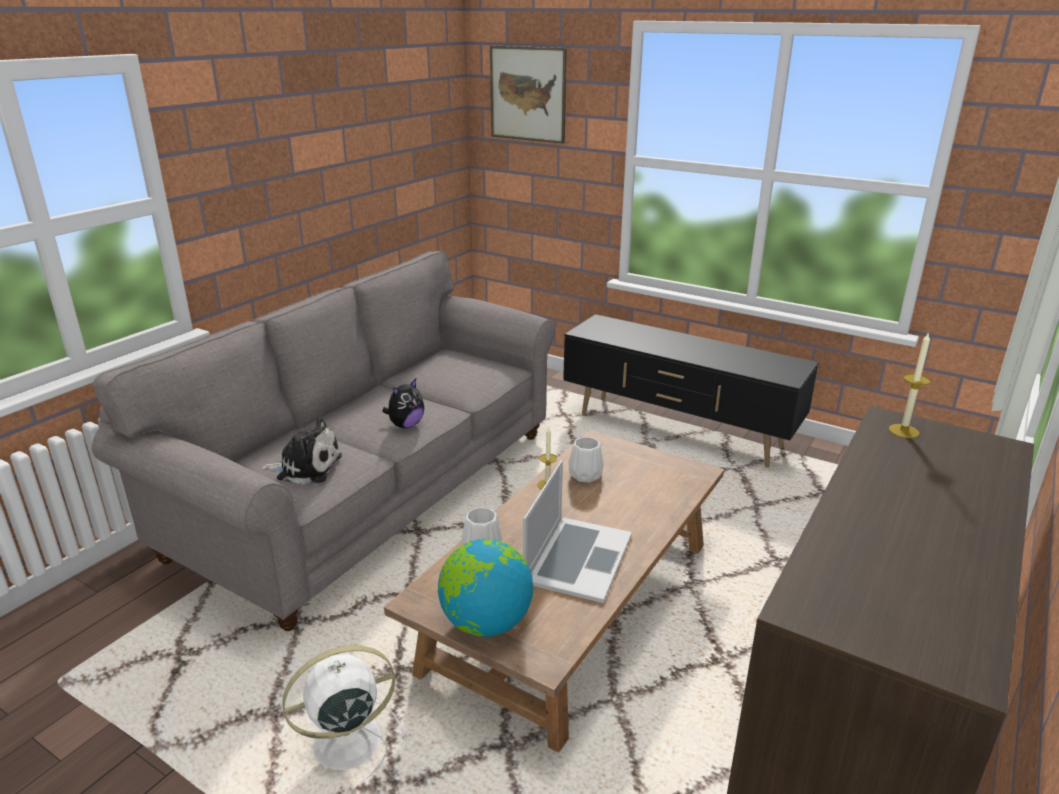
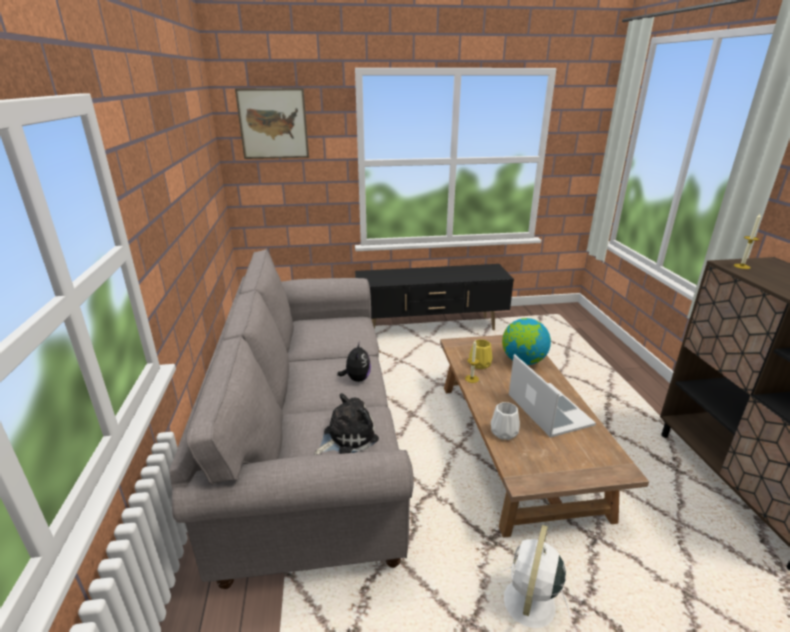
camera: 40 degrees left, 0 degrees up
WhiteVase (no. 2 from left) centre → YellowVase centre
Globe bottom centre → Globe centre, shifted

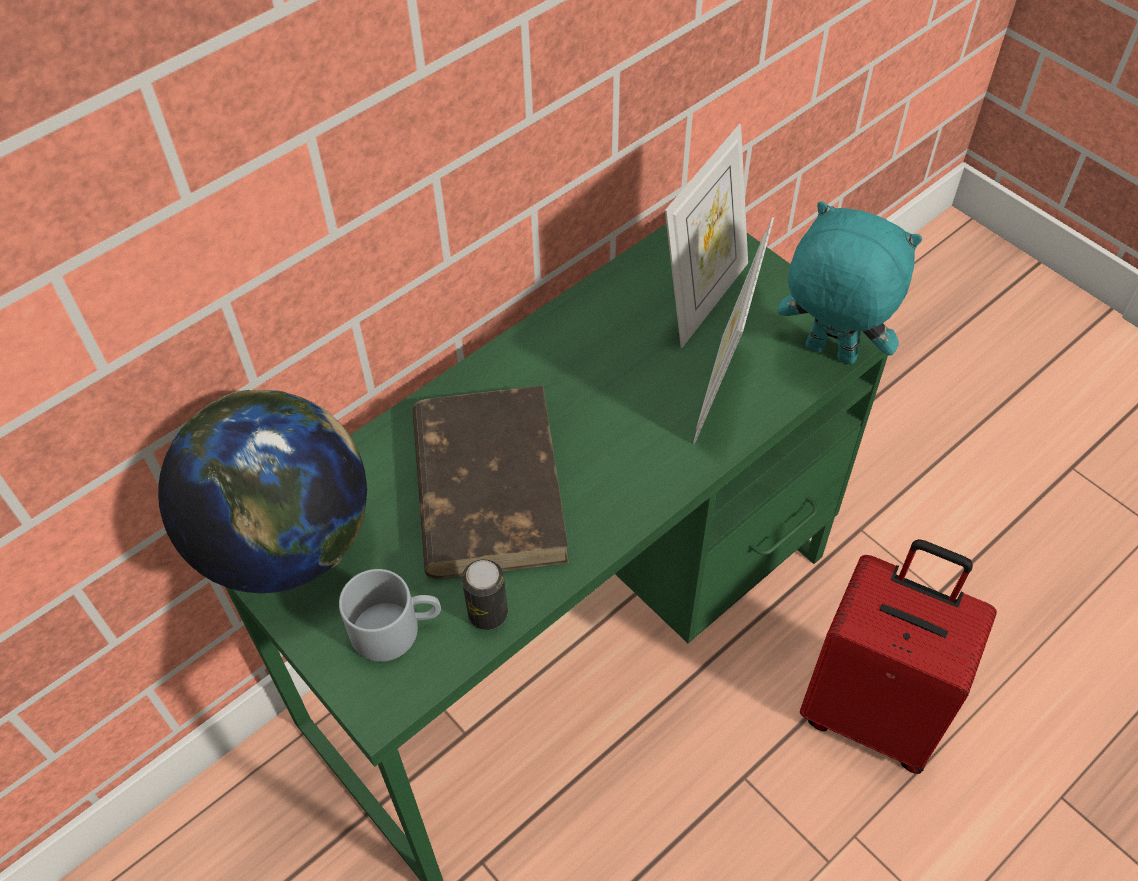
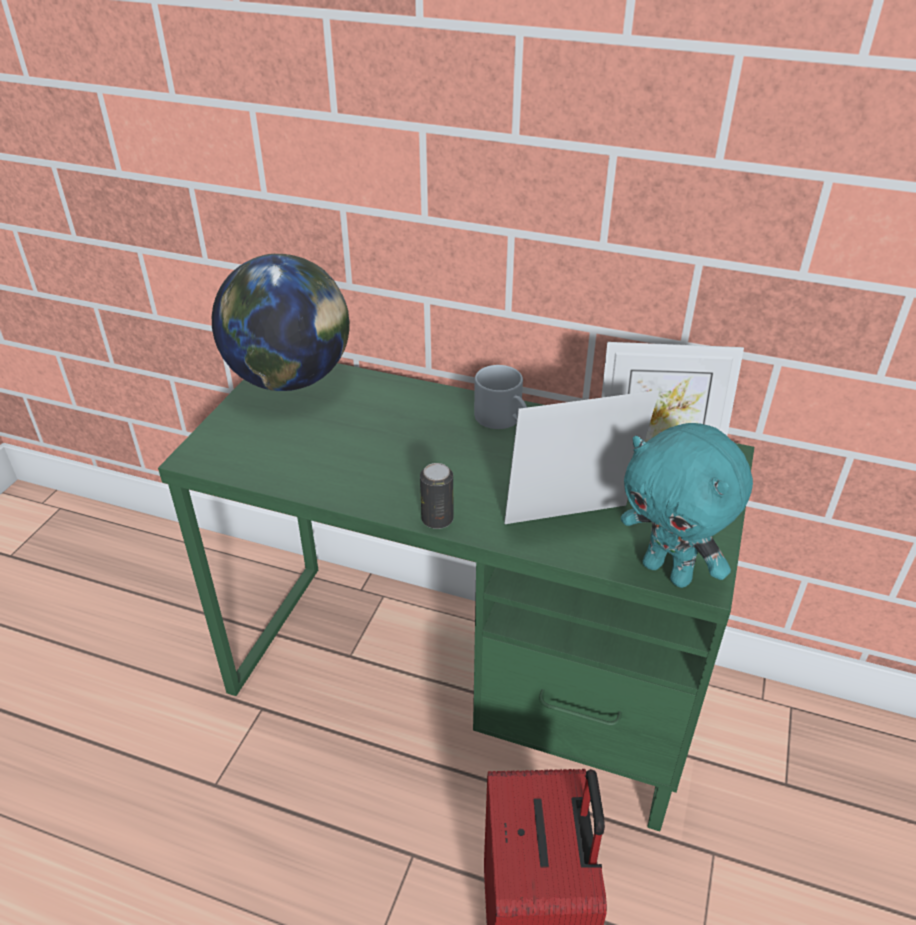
camera: 60 degrees right, 15 degrees down
TurquoisePlushToy top right → TurquoisePlushToy middle right, 135 degrees clockwise
BrownBook centre → -
Can bottom centre → Can centre, shifted
GreyMug bottom centre → GreyMug centre, shifted

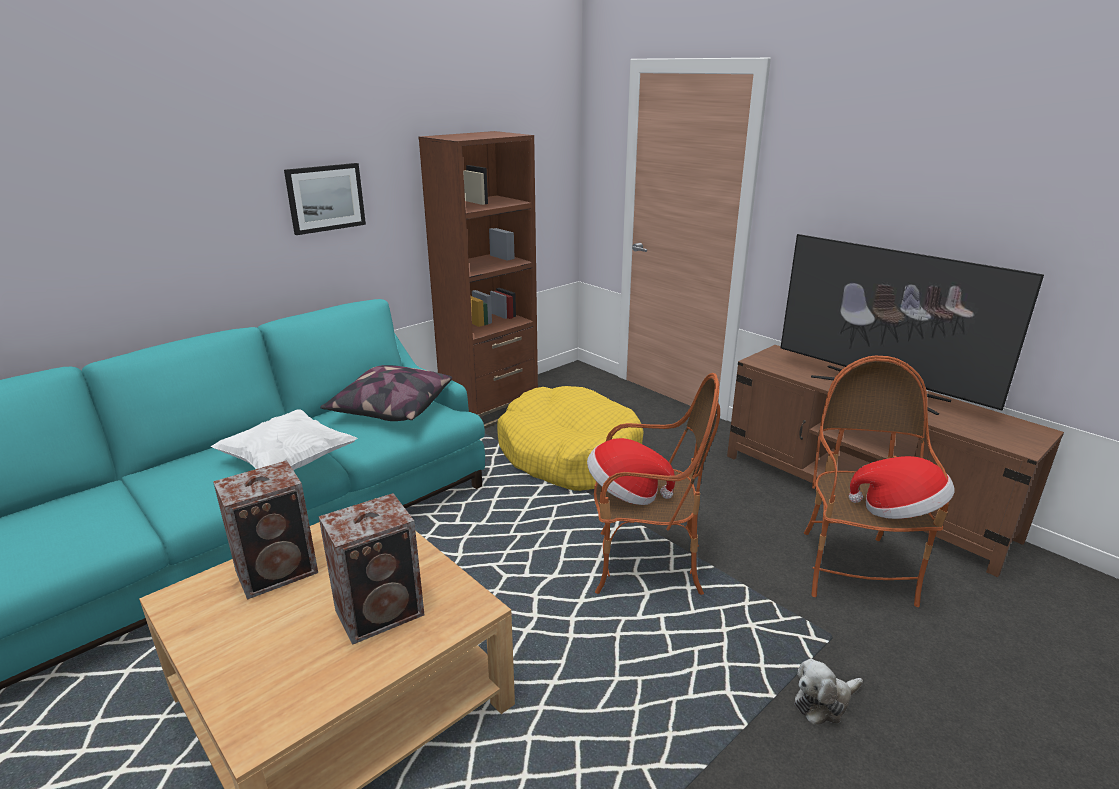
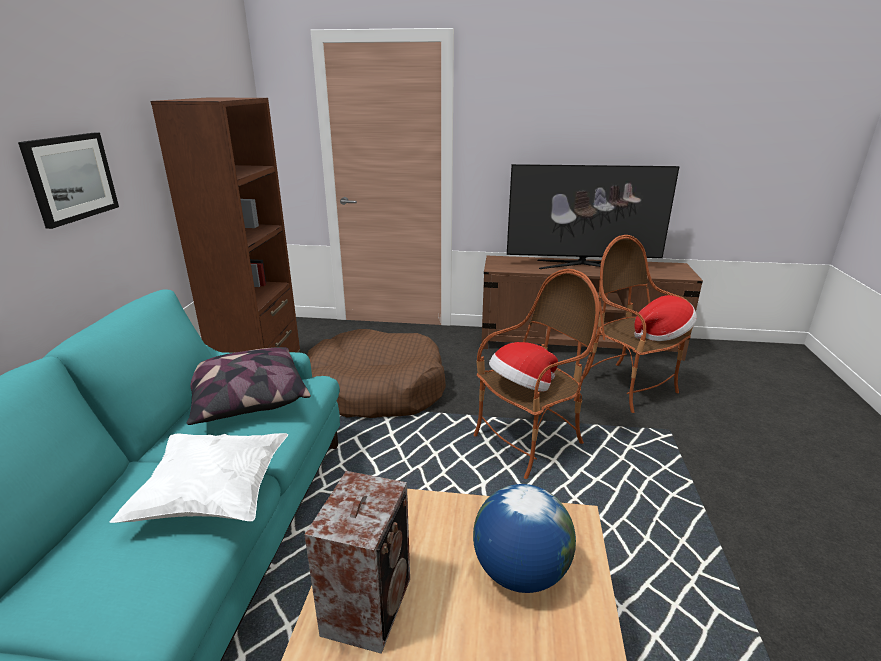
camera: 40 degrees left, 0 degrees up
YellowDogBed centre → BrownDogBed centre
Speaker (no. 2 from left) bottom left → Globe bottom centre
PlushToy bottom right → -

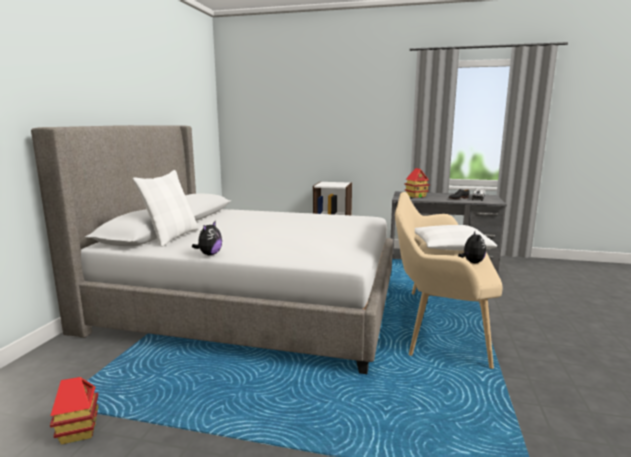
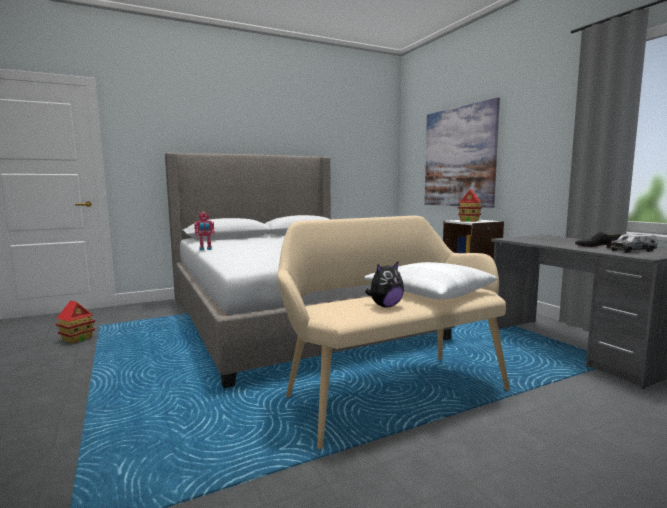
camera: 50 degrees right, 5 degrees down
ToyHouse (no. 2 from left) centre → ToyHouse (no. 2 from left) middle right, shifted
WhitePillow (no. 1 from left) middle left → -
PlushToy (no. 1 from left) middle left → ToyRobot middle left
- → Picture top right

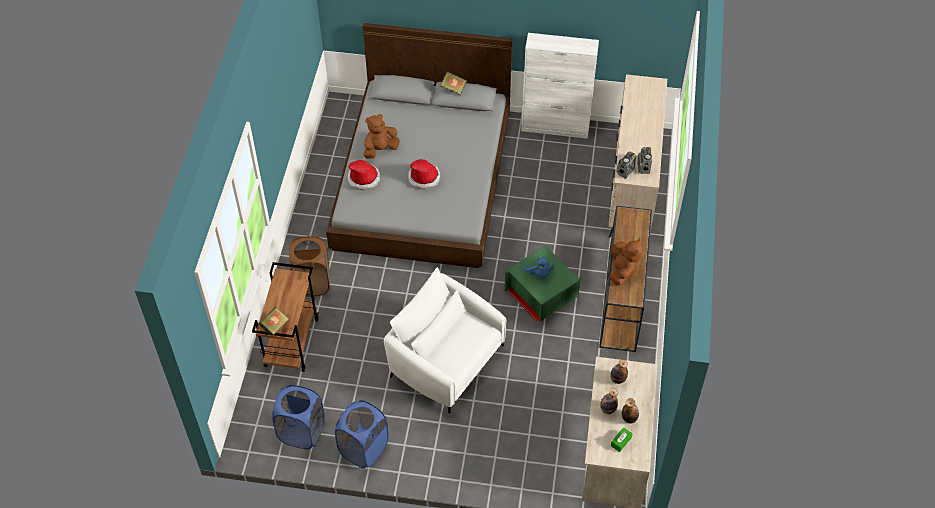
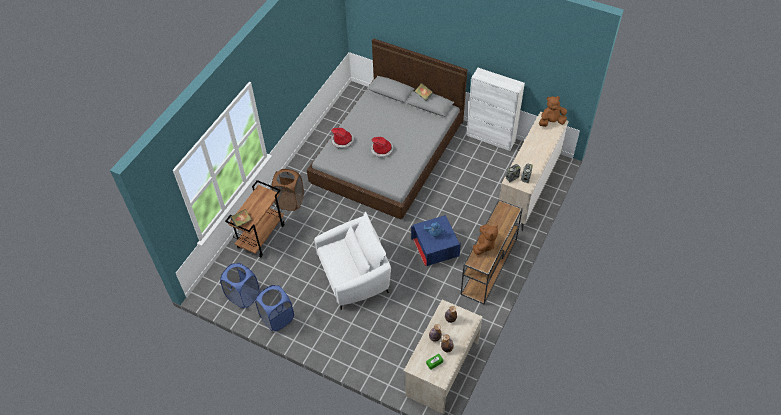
camera: 20 degrees right, 0 degrees up
BrownPlushToy (no. 1 from left in the first image) top centre → BrownPlushToy (no. 2 from left) top right, shifted
GreenStorageBox centre → BlueStorageBox centre
WhiteArmchair bottom centre → WhiteArmchair centre, 105 degrees clockwise

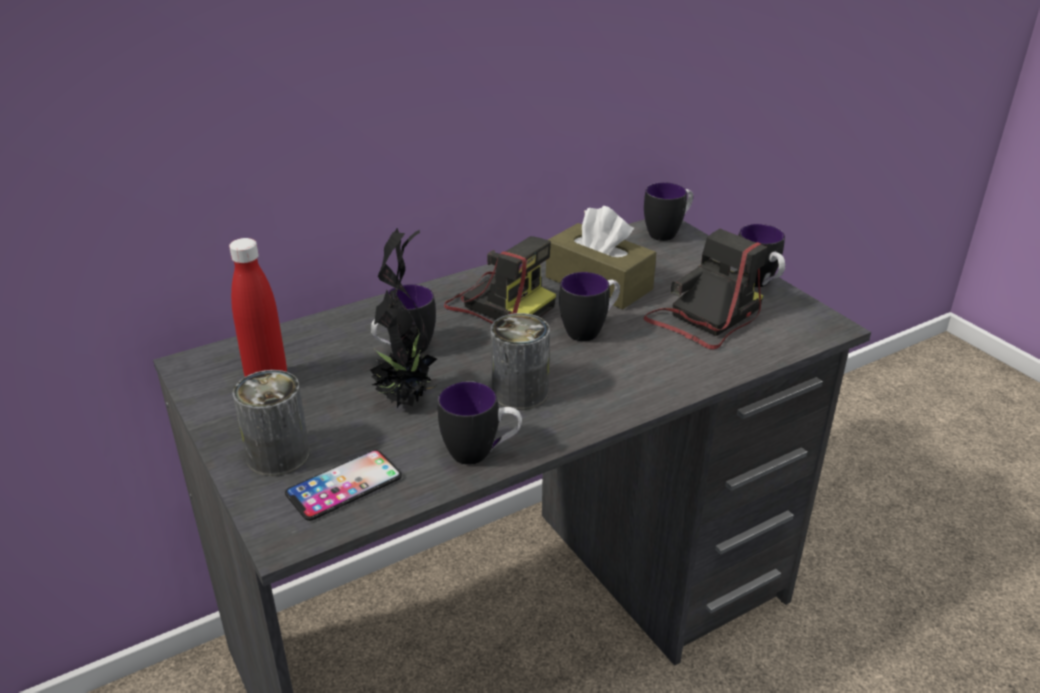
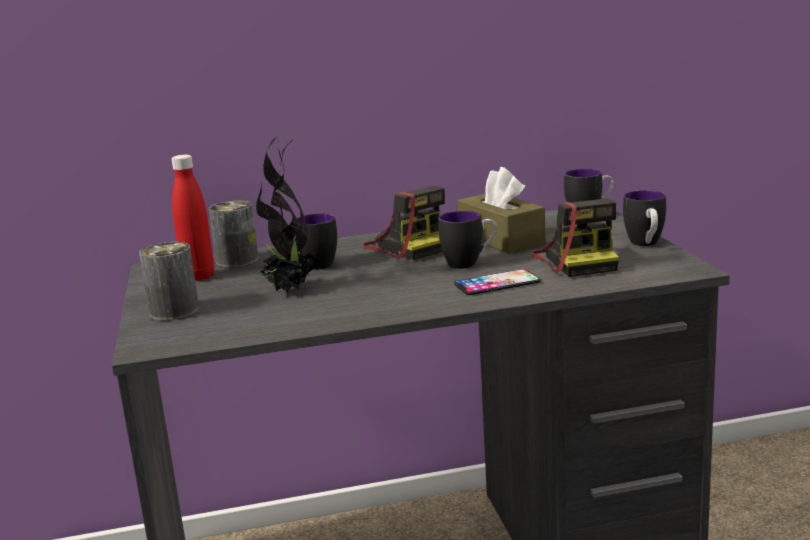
camera: 20 degrees right, 15 degrees down
PhotoCamera (no. 2 from left) middle right, 105 degrees clockwise
Can (no. 2 from left) centre → Can (no. 2 from left) middle left, shifted
Mug (no. 2 from left) centre → -
Phone bottom left → Phone centre, shifted

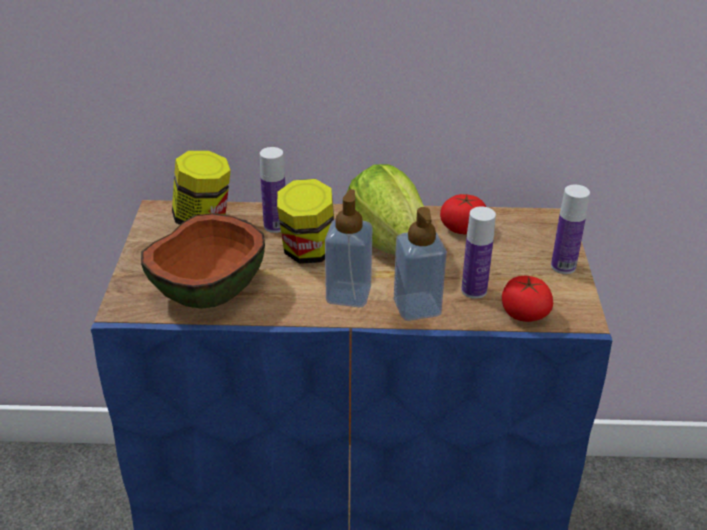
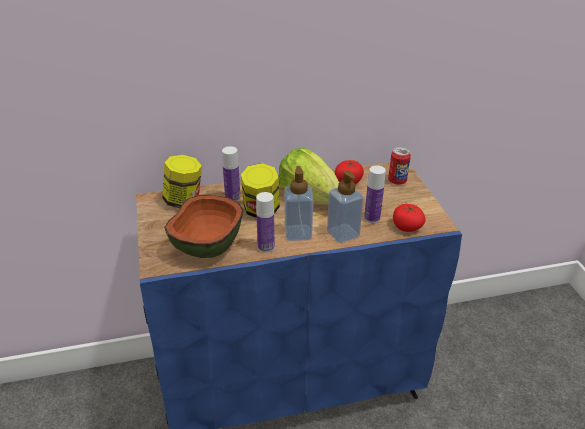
camera: 15 degrees left, 0 degrees up
Bottle (no. 3 from left in the first image) middle right → Bottle (no. 2 from left) centre, shifted
- → Can middle right

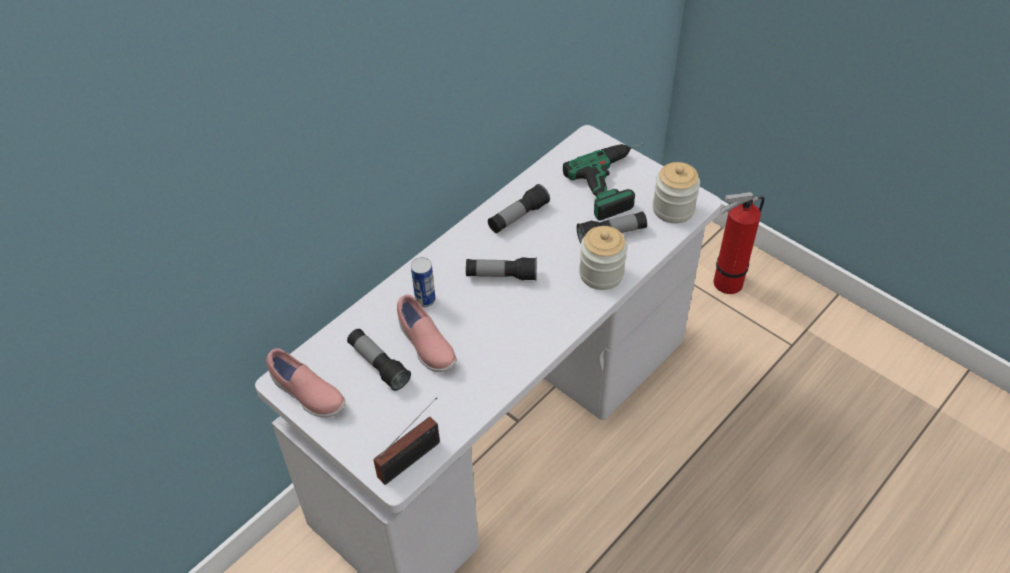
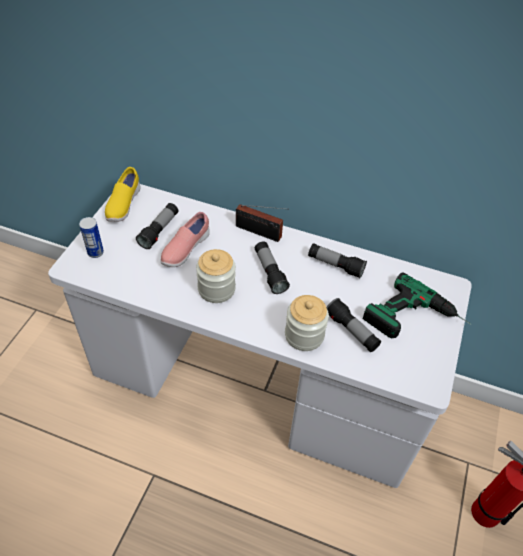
camera: 65 degrees right, 0 degrees up
Jar (no. 2 from left in the first image) middle right → Jar (no. 1 from left) centre, shifted
Can centre → Can middle left, shifted
PinkShoe (no. 1 from left) bottom left → YellowShoe middle left
Radio bottom centre → Radio centre, shifted

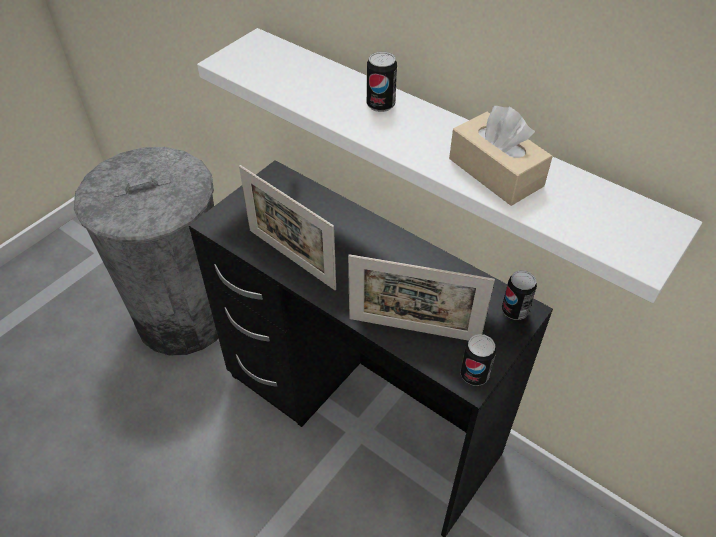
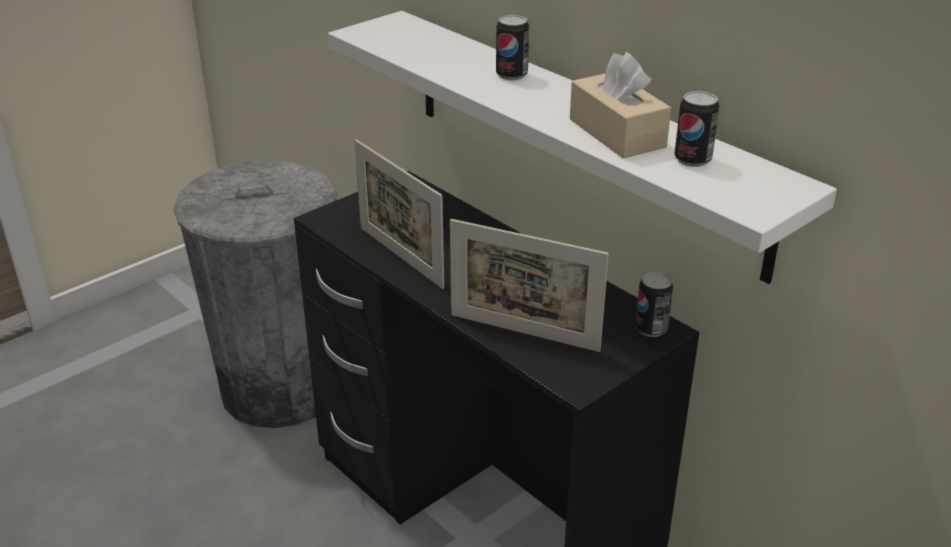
camera: 10 degrees right, 15 degrees down
Can (no. 2 from left in the first image) bottom right → Can (no. 3 from left) top right, shifted

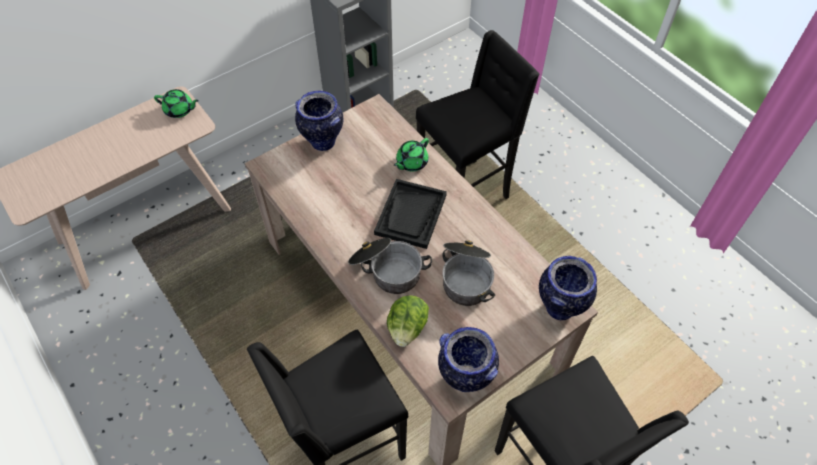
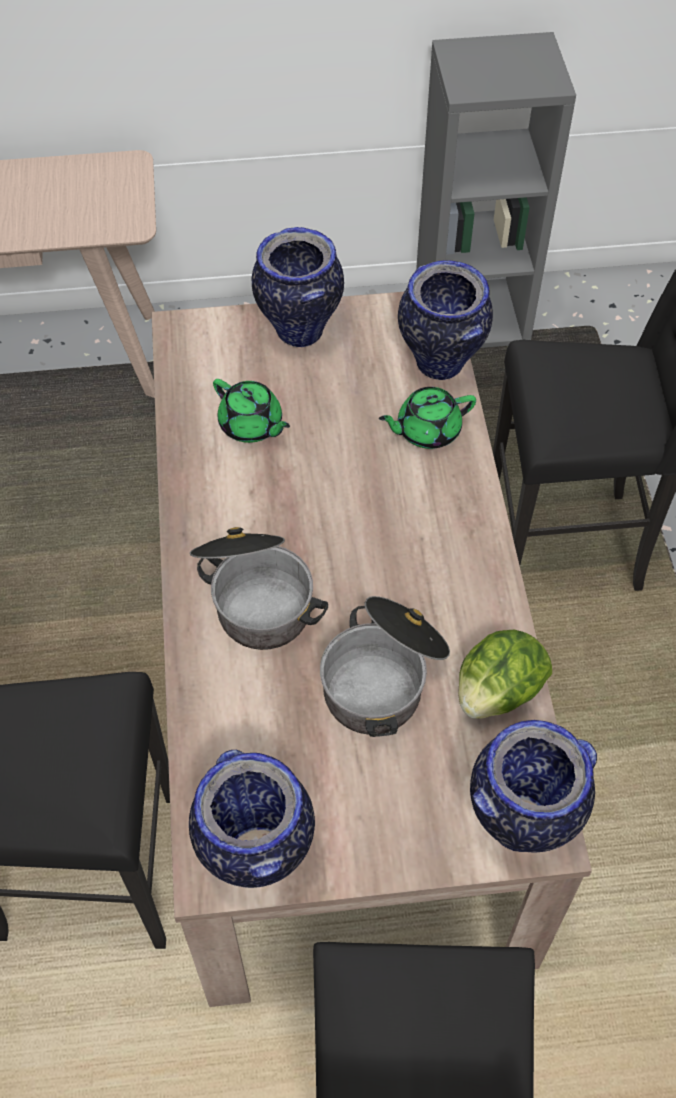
camera: 30 degrees right, 0 degrees up
GreenTeapot (no. 1 from left) top left → GreenTeapot (no. 1 from left) centre, shifted
BlackTray centre → -
Lettuce bottom centre → Lettuce middle right, shifted
- → Vase (no. 3 from left) top centre

